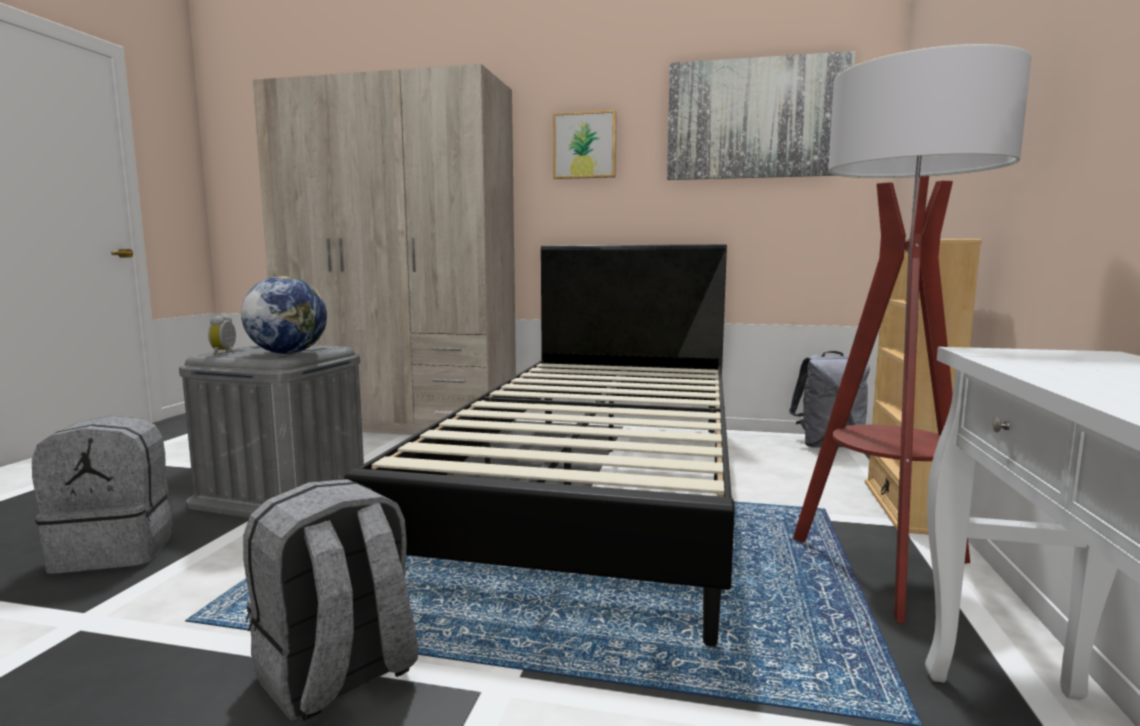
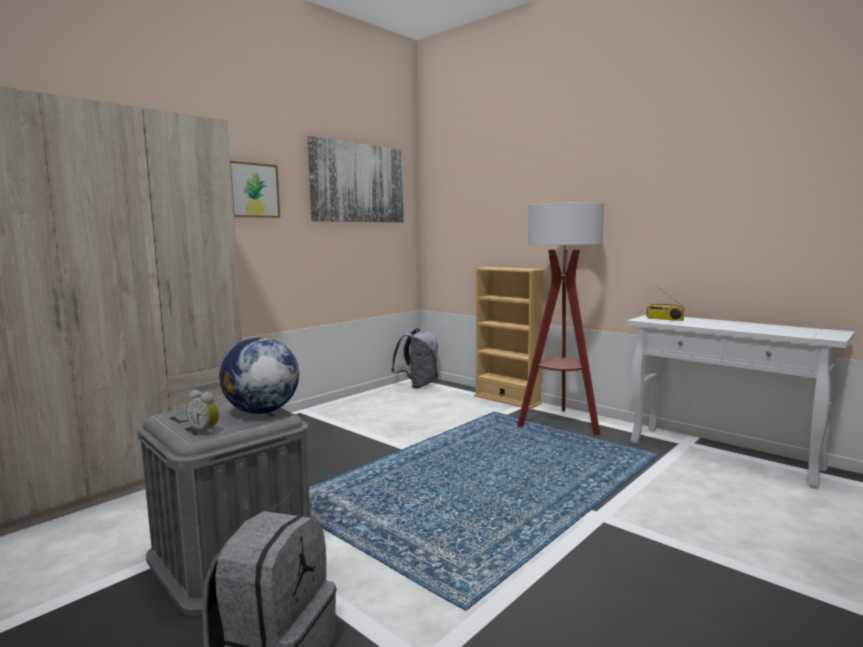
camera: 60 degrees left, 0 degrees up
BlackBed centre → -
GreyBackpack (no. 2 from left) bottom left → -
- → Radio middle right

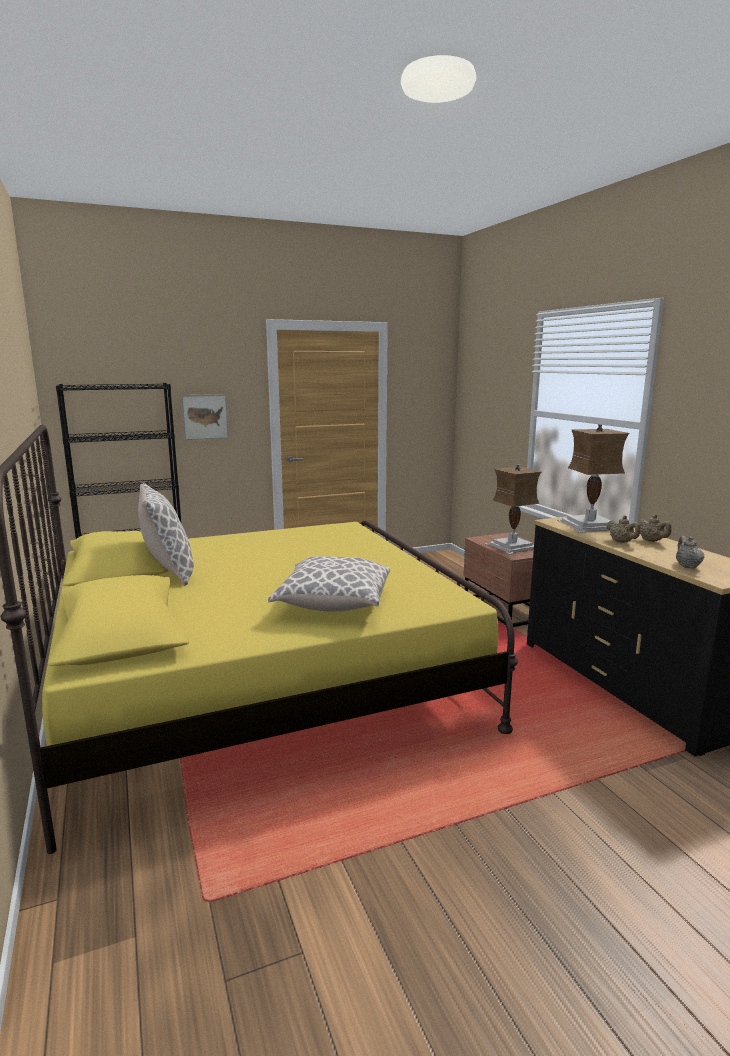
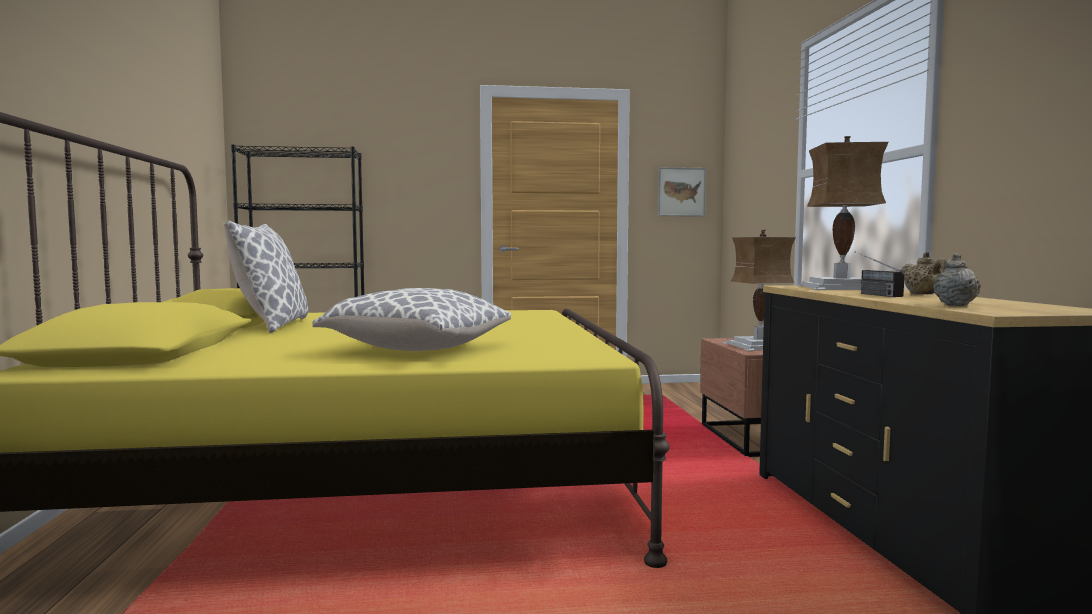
camera: 15 degrees right, 10 degrees down
Picture middle left → Picture top centre, shifted
BeigeTeapot (no. 1 from left) middle right → Radio middle right

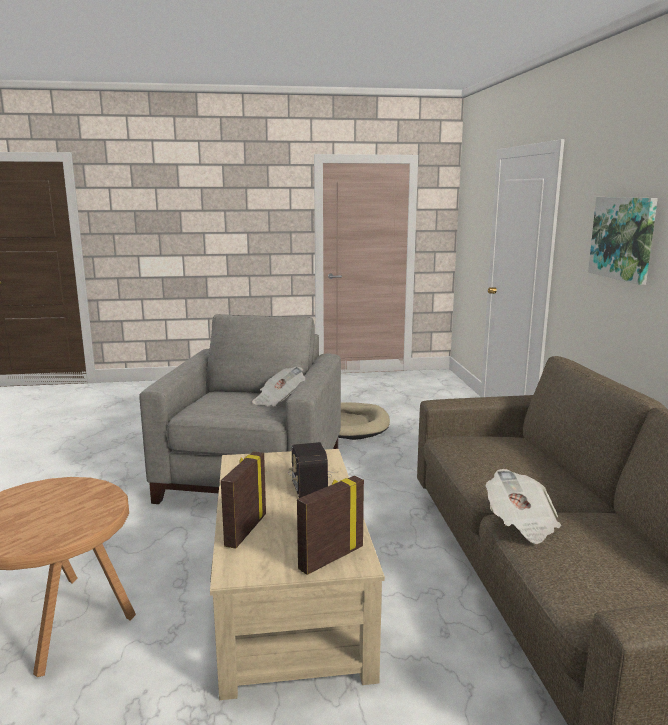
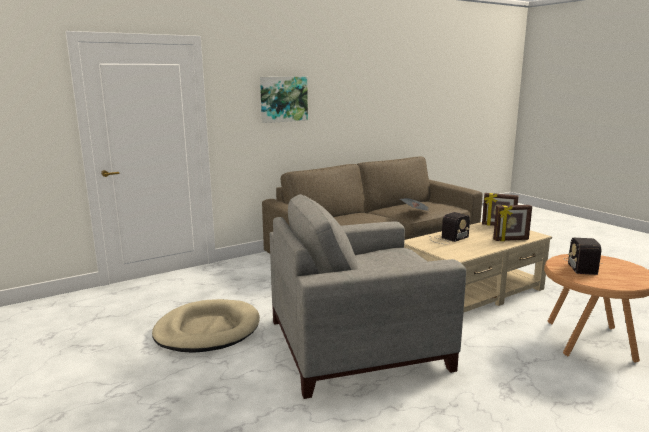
camera: 115 degrees left, 0 degrees up
Newspaper (no. 1 from left) centre → -
- → Radio (no. 2 from left) middle right

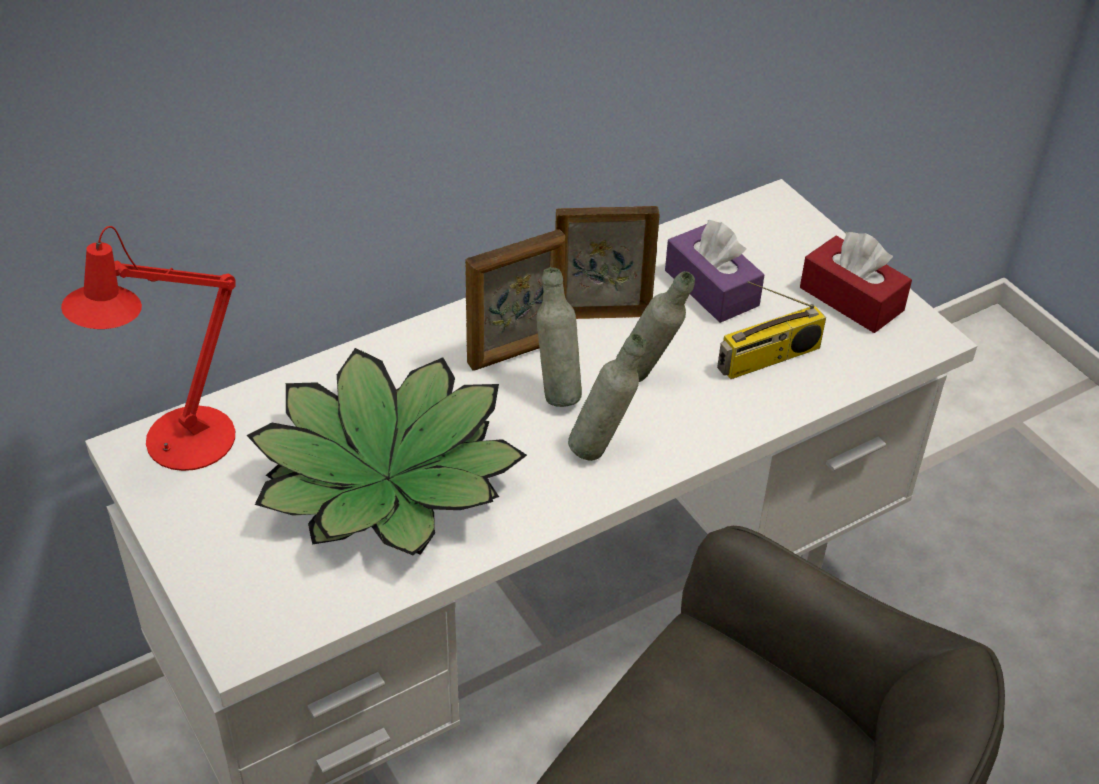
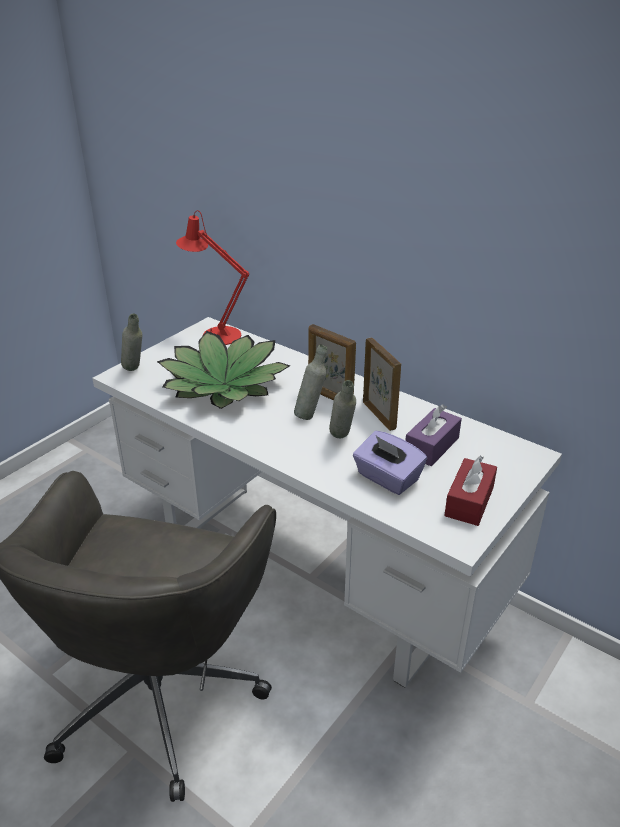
camera: 70 degrees right, 10 degrees down
Radio middle right → PurpleTissueBox (no. 1 from left) centre
GreyBottle (no. 2 from left in the first image) centre → GreyBottle (no. 1 from left) middle left, shifted

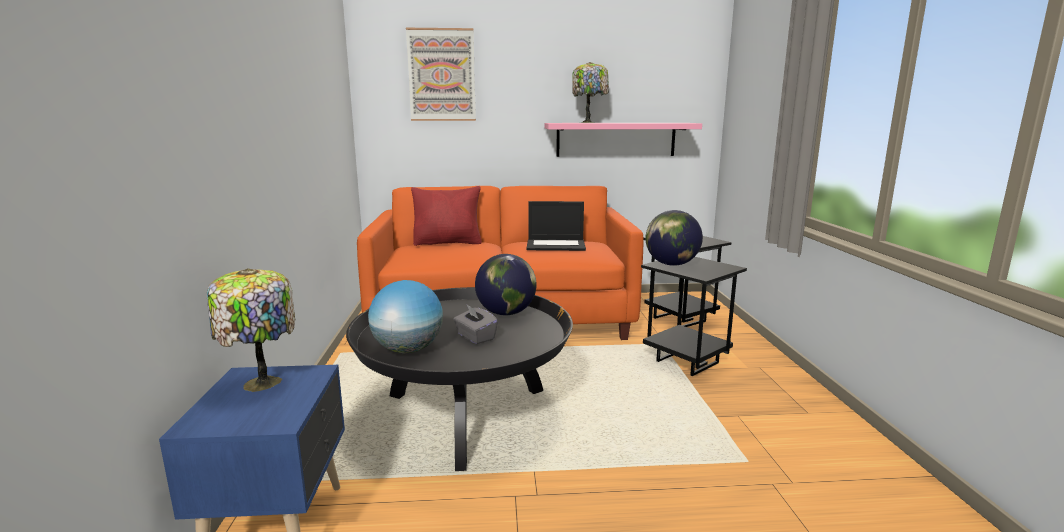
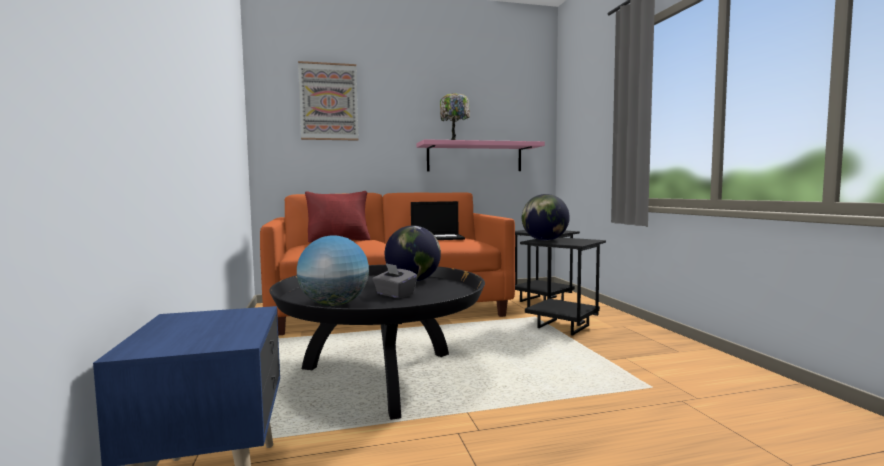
camera: 10 degrees left, 10 degrees down
TableLamp (no. 1 from left) middle left → -

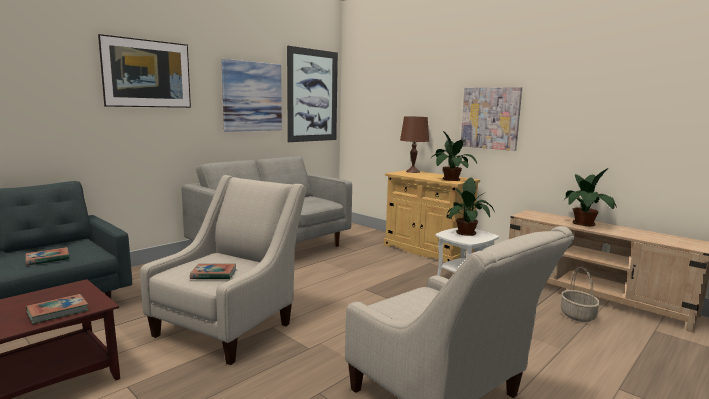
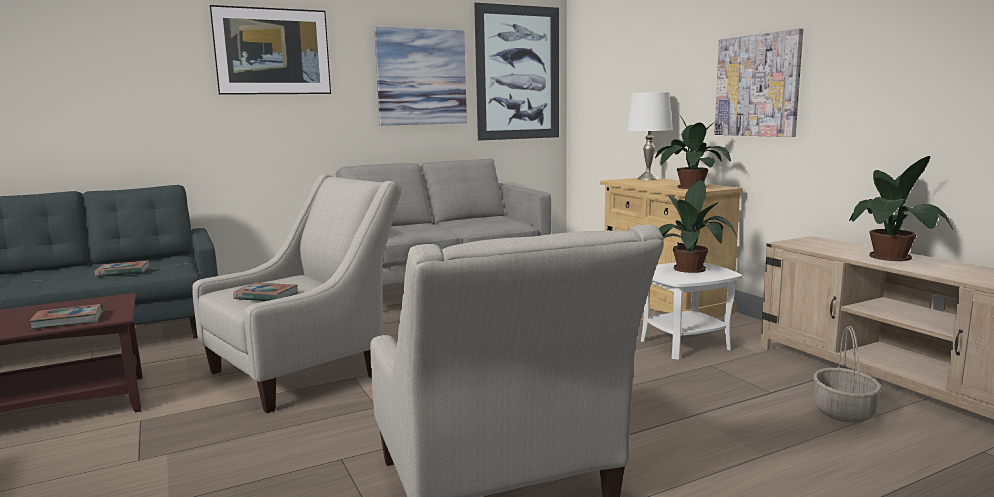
camera: 20 degrees right, 0 degrees up
BrownTableLamp centre → WhiteTableLamp top centre

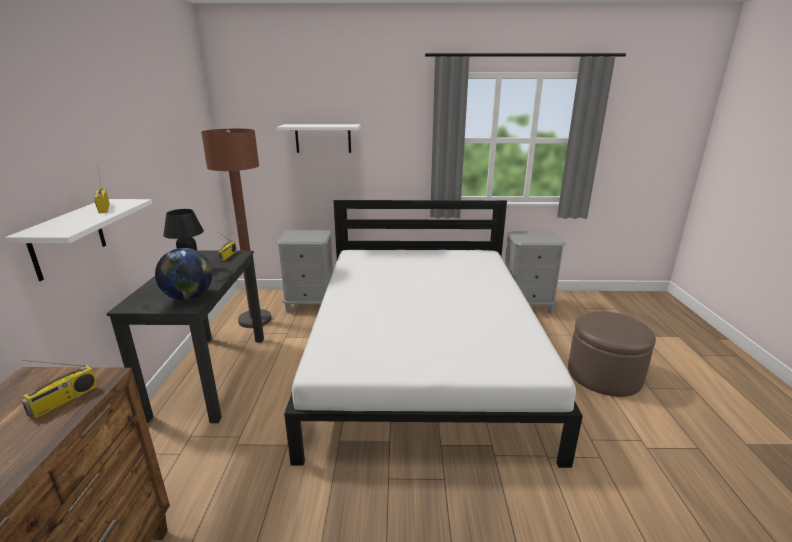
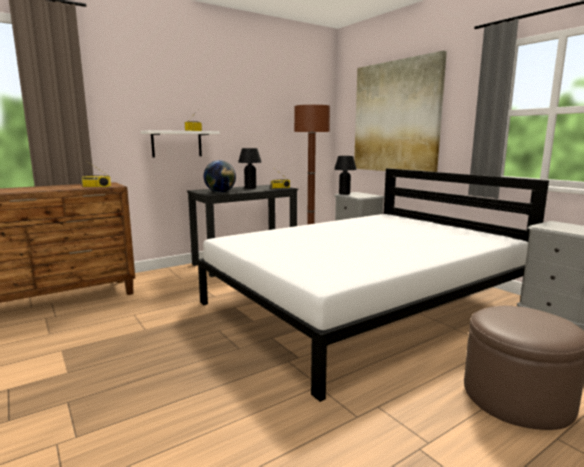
camera: 55 degrees right, 10 degrees down
WhiteShelf (no. 2 from left) top centre → Picture top right
- → BlackTableLamp (no. 2 from left) centre

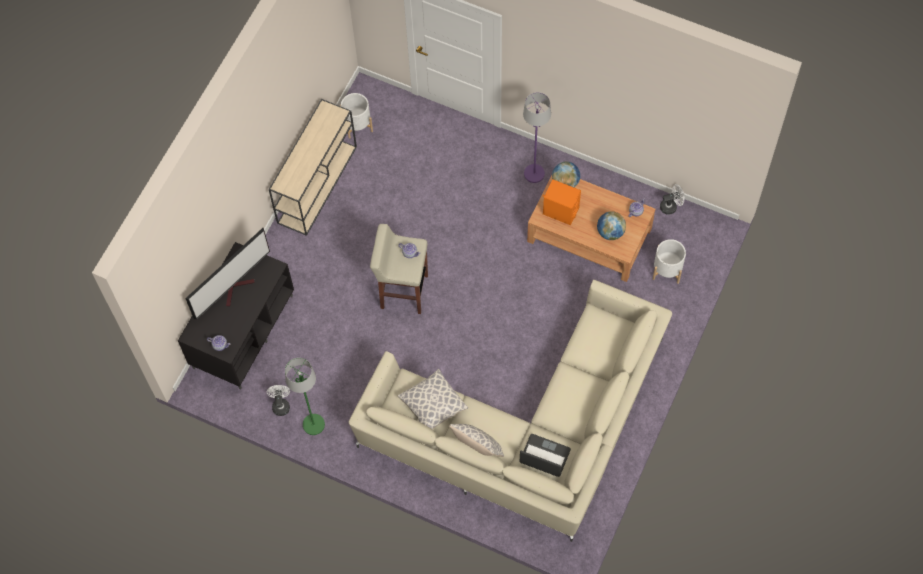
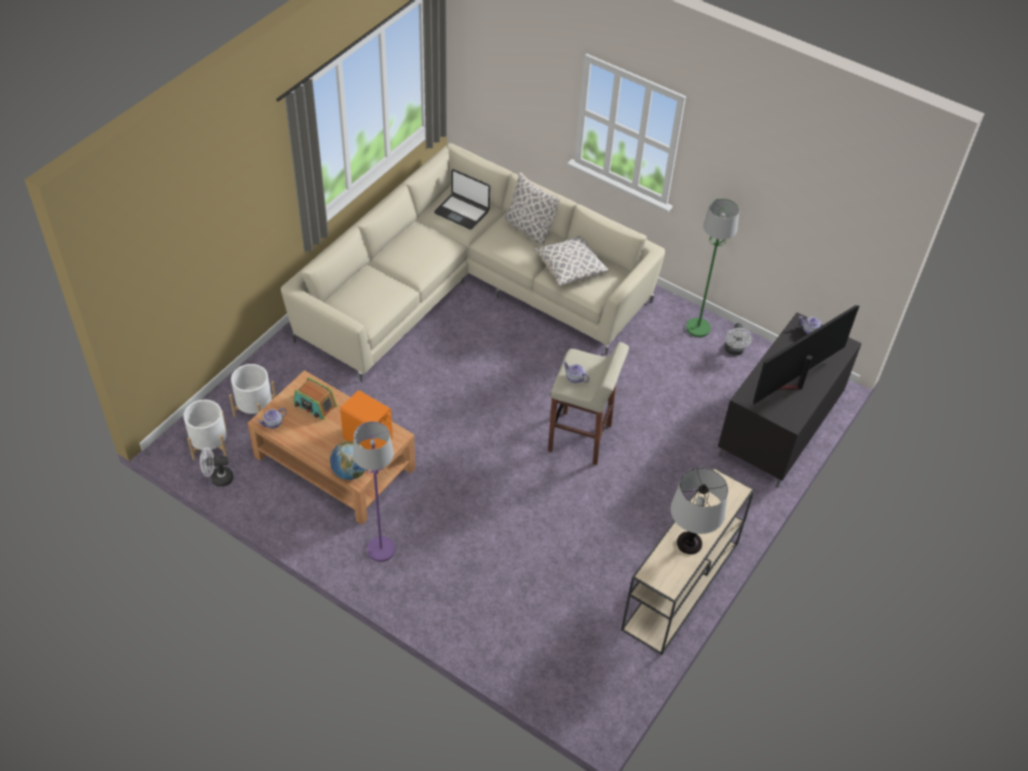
camera: 175 degrees left, 15 degrees down
WhitePlanter (no. 1 from left) top centre → WhitePlanter (no. 1 from left) middle left, shifted
Globe (no. 2 from left) centre → Radio middle left
- → TableLamp middle right

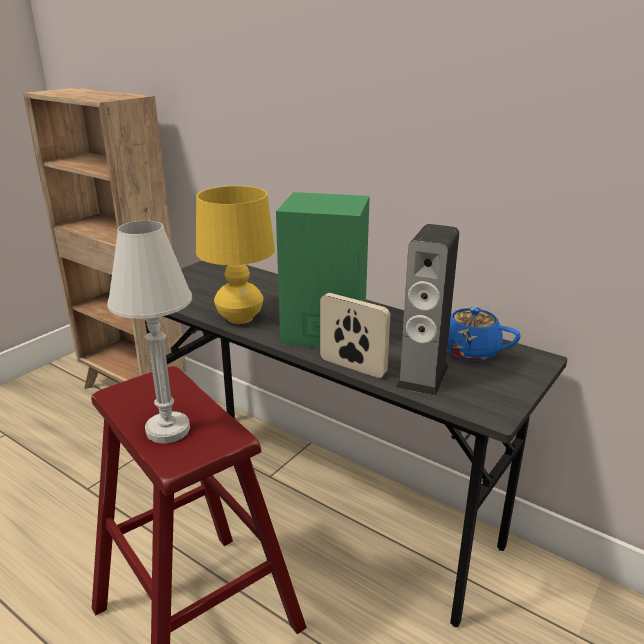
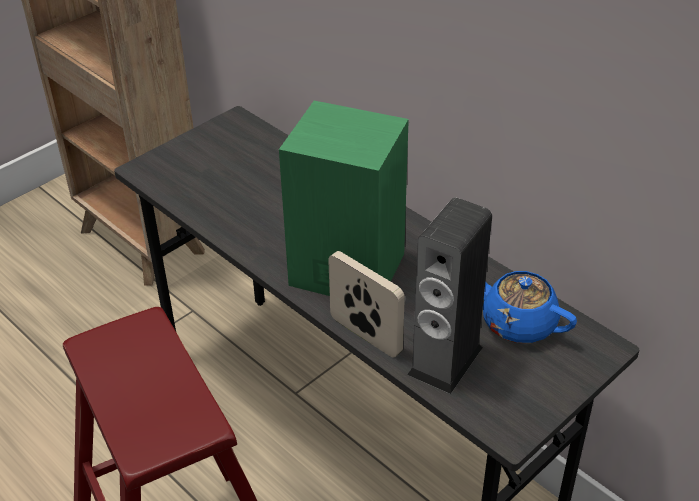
camera: 10 degrees right, 15 degrees up
YellowTableLamp centre → -
WhiteTableLamp middle left → -

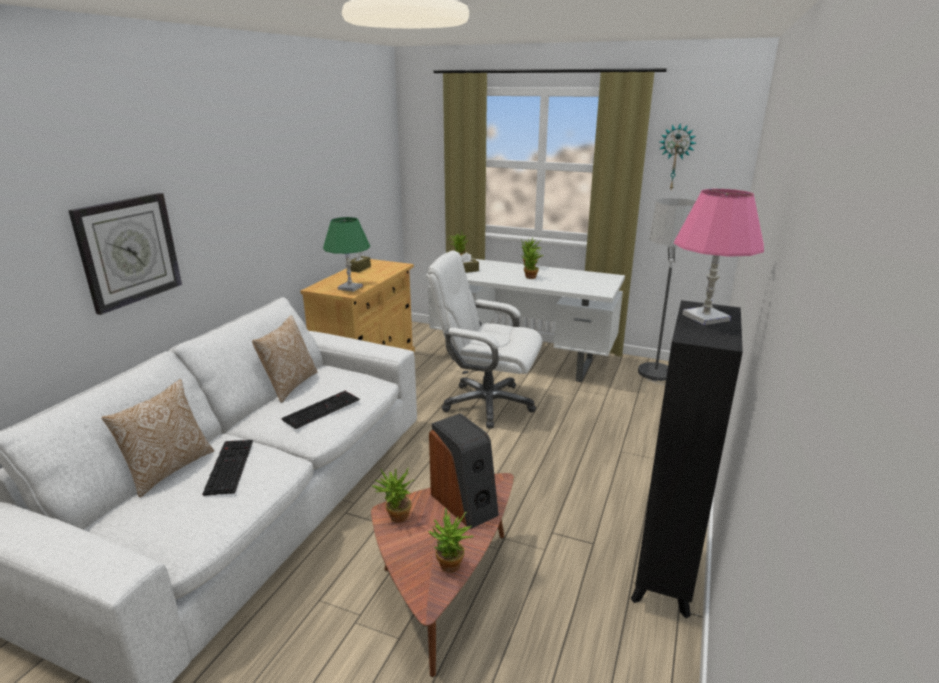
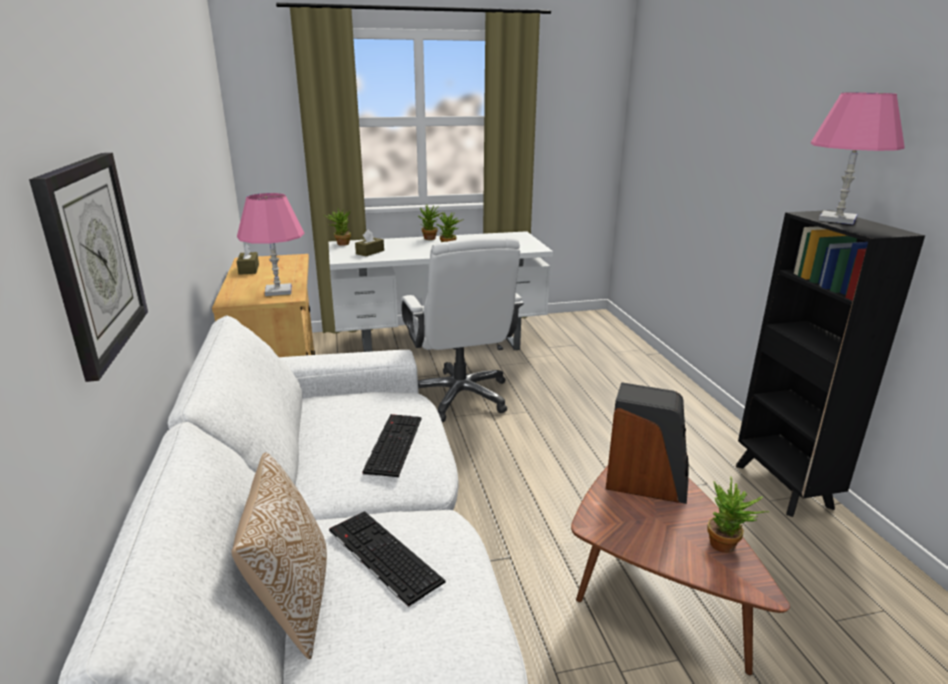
camera: 35 degrees left, 0 degrees up
WallClock (no. 2 from left) top right → -
FloorLamp middle right → -
GreenTableLamp centre → PinkTableLamp (no. 1 from left) middle left
WhiteOfficeChair centre, 90 degrees counterclockwise
Pillow (no. 2 from left) middle left → -
PottedPlant (no. 1 from left) bottom centre → -

